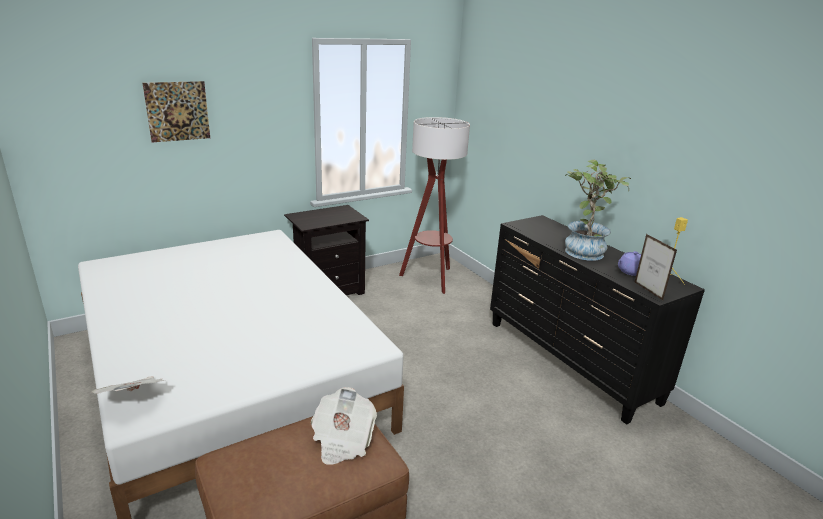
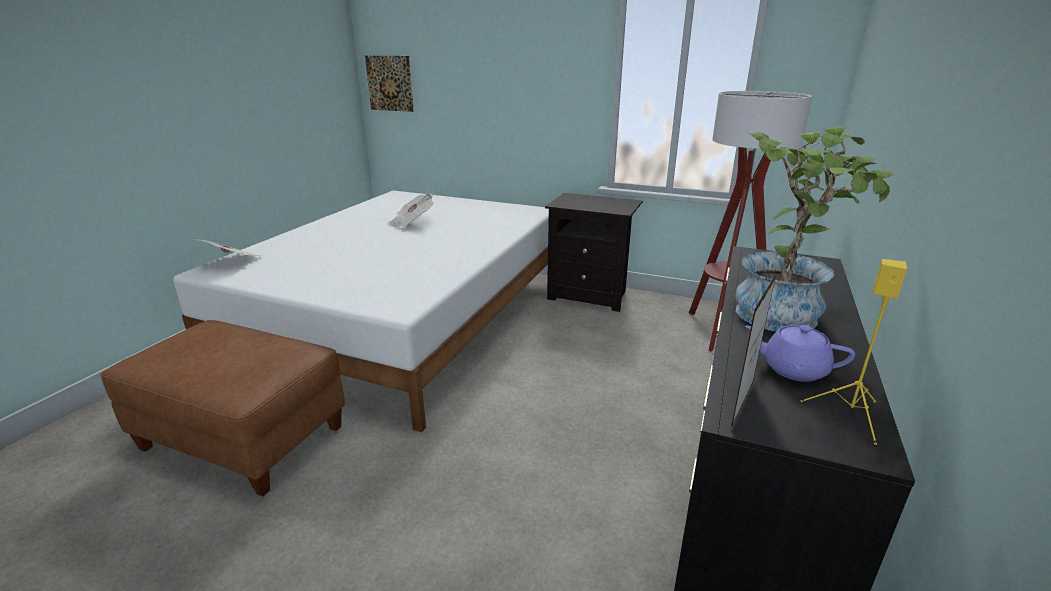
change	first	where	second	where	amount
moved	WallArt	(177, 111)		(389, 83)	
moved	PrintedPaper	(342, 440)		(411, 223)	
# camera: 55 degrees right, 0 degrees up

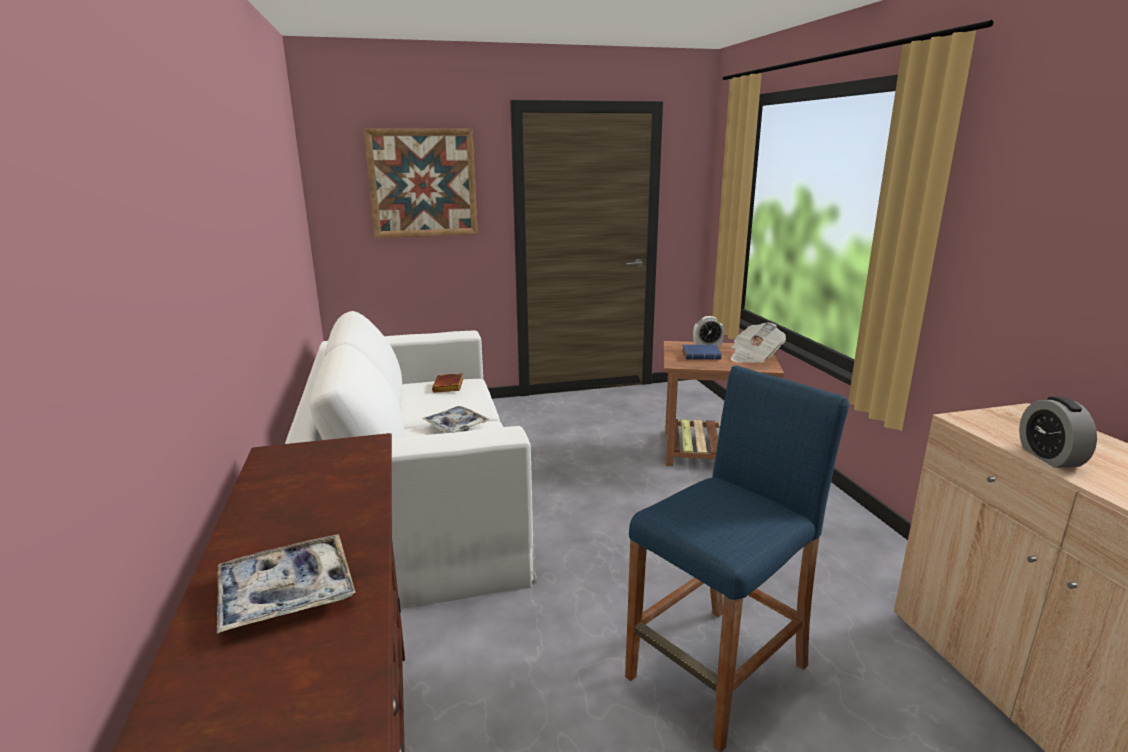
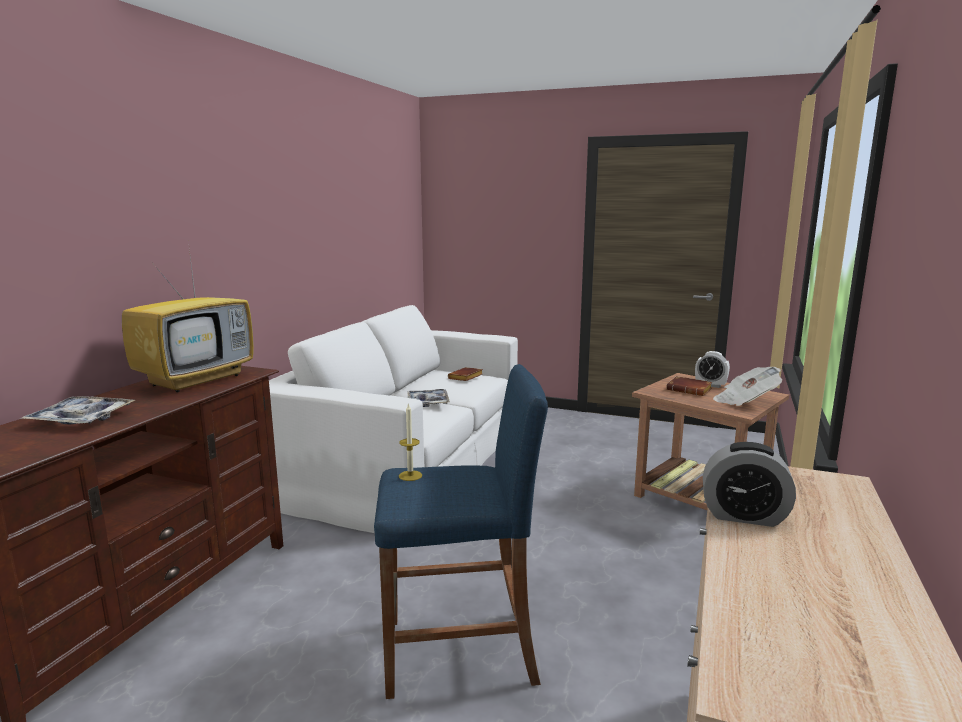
change	first	where	second	where	amount
added			TvSet	(197, 379)	
added			WaxLight	(410, 475)	
recoloured	BluishVolume	(702, 356)	BrownVolume	(690, 390)	
turned	AlarmClock	(1049, 457)		(743, 516)	105 degrees counterclockwise
removed	WallArt	(423, 183)			
# camera: 35 degrees right, 5 degrees down

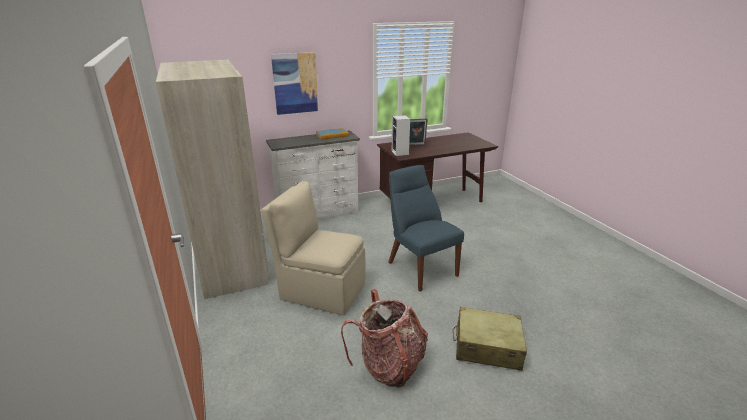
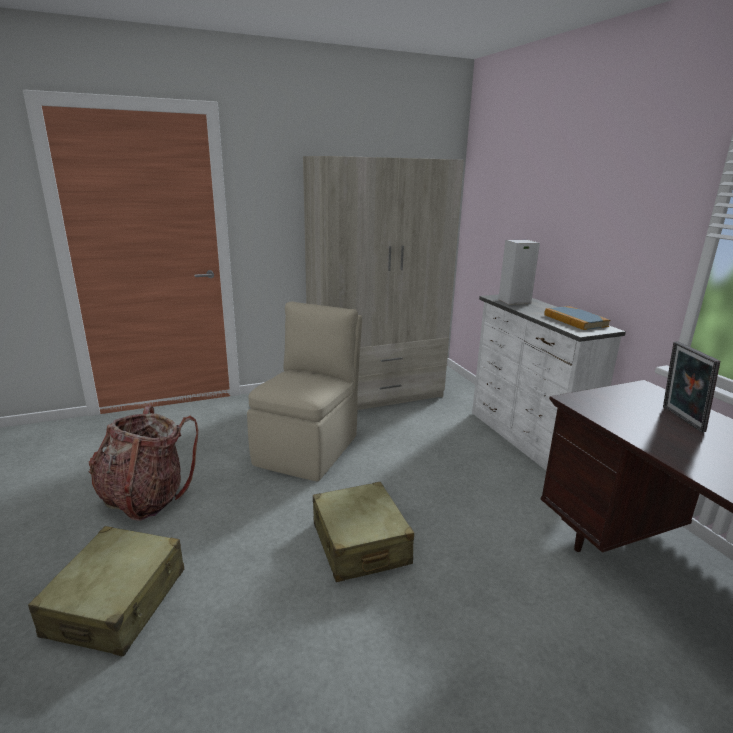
change	first	where	second	where	amount
replaced	BluishPlainChair	(420, 267)	BeigeColouredTravelCase	(360, 544)	
moved	AudioSpeaker	(400, 153)		(513, 301)	
removed	WallArt	(295, 83)			
# camera: 90 degrees right, 5 degrees down

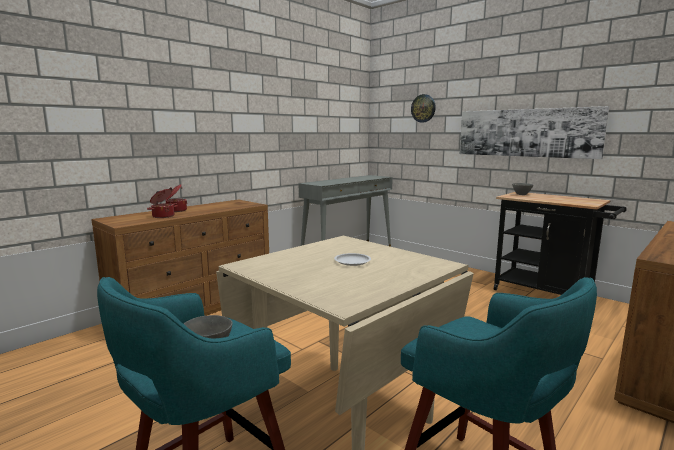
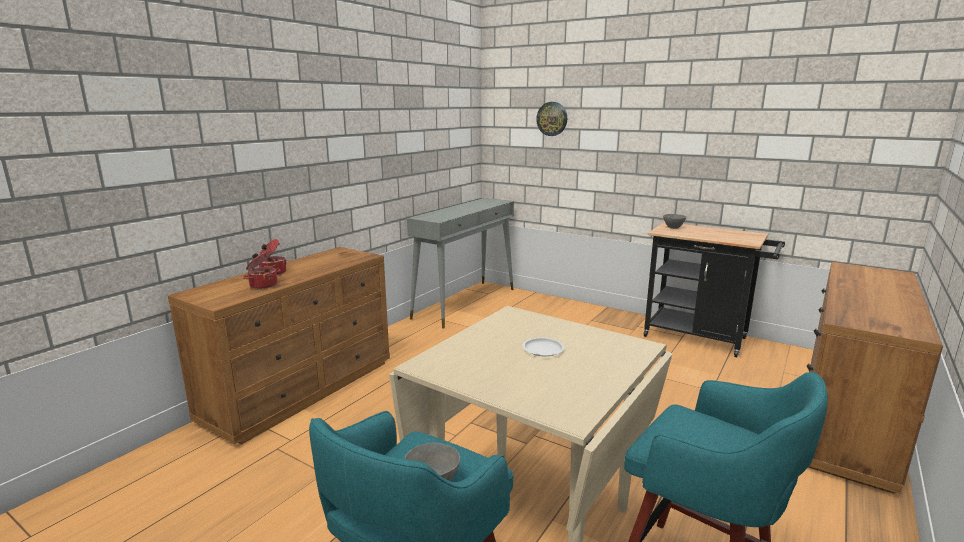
change	first	where	second	where	amount
removed	WallArt	(526, 133)			
# camera: 10 degrees left, 5 degrees up

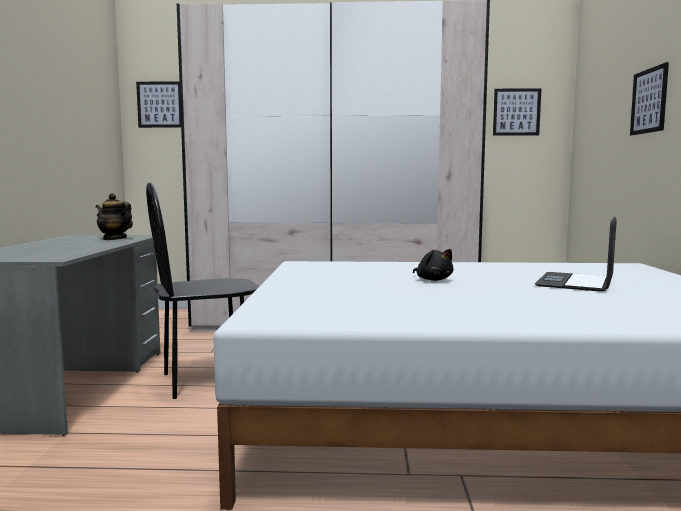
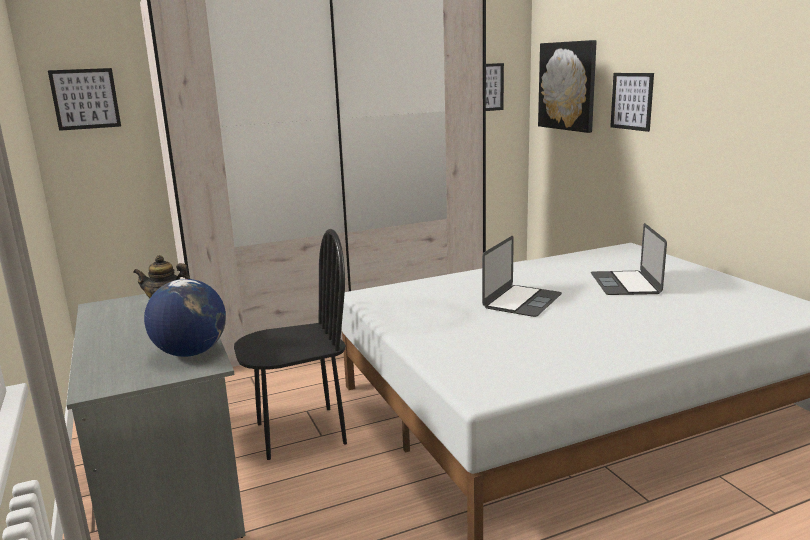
change	first	where	second	where	amount
added			Globe	(190, 352)	
turned	BlackColouredPlainChair	(206, 380)		(301, 433)	150 degrees counterclockwise
replaced	BlackColouredSoftToy	(433, 280)	Laptop	(522, 301)	
added			WallArt	(567, 86)	
# camera: 25 degrees left, 10 degrees up

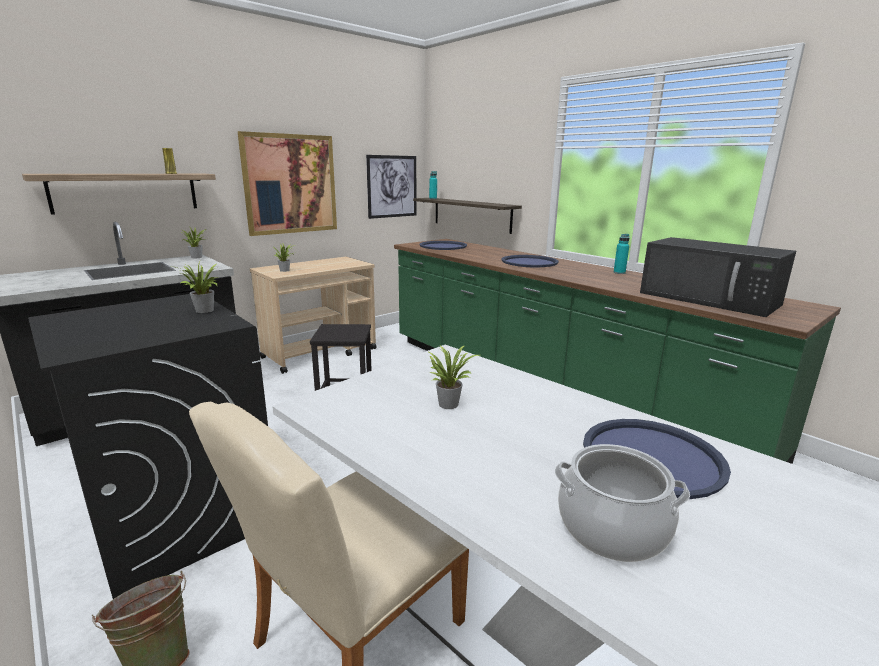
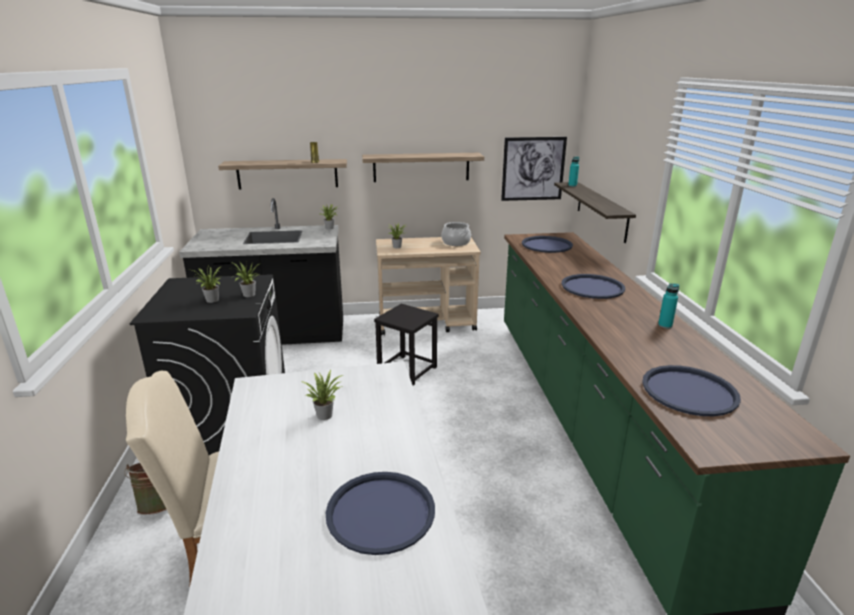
change	first	where	second	where	amount
added			PlantInAPot	(212, 301)	
replaced	WallArt	(290, 184)	BracketShelf	(421, 167)	
moved	CookingPot	(612, 528)		(455, 242)	
replaced	BlackColouredMicrowave	(710, 299)	BluishTray	(689, 391)	
# camera: 35 degrees right, 5 degrees up

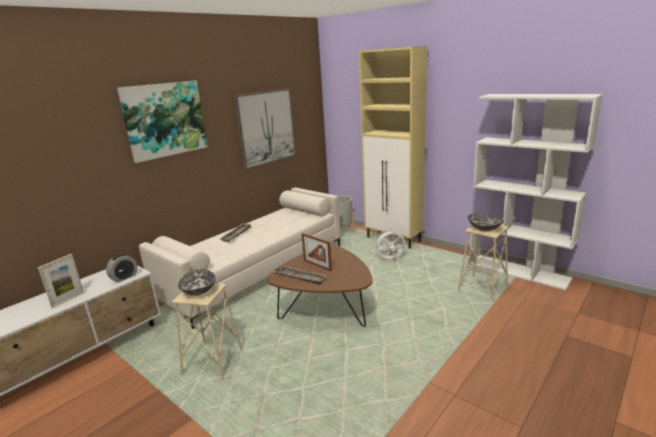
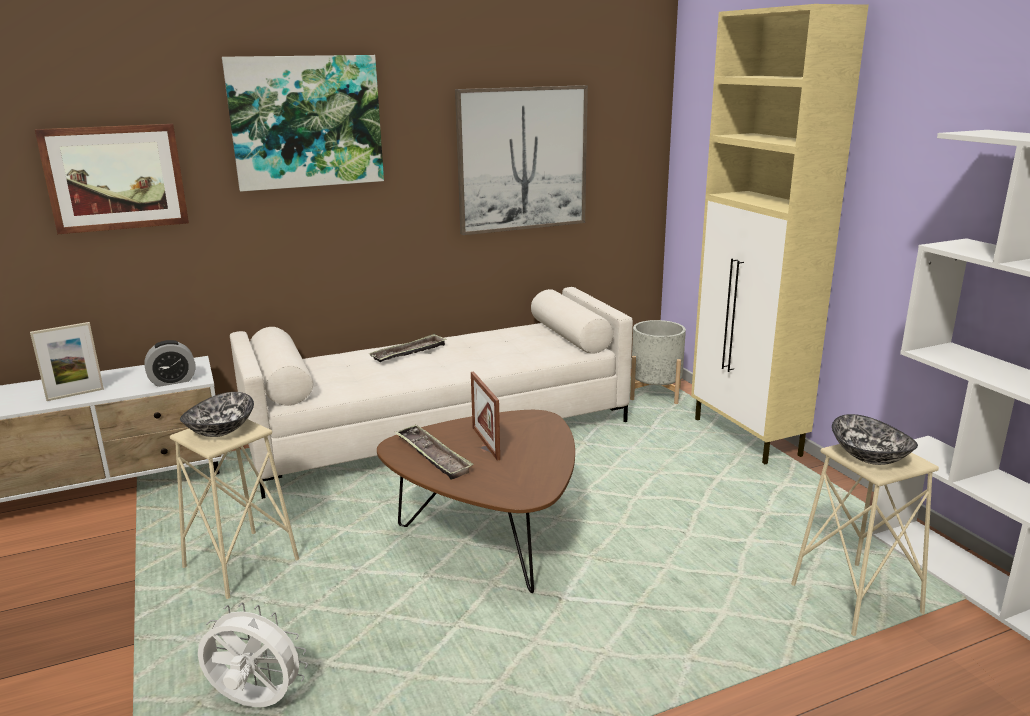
change	first	where	second	where	amount
added			WallArt	(115, 178)	
moved	WhiteCoolingFan	(390, 260)		(254, 704)	
# camera: 25 degrees right, 0 degrees up

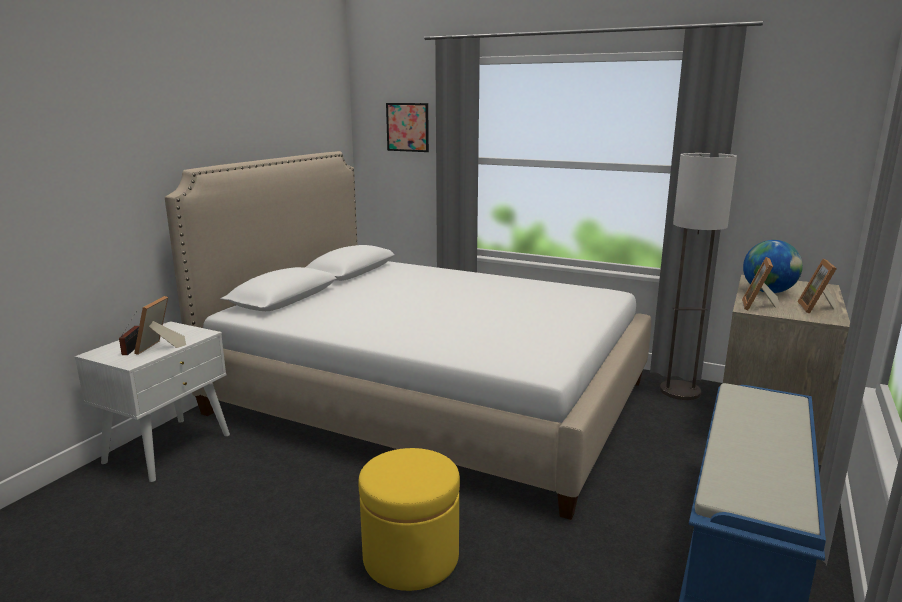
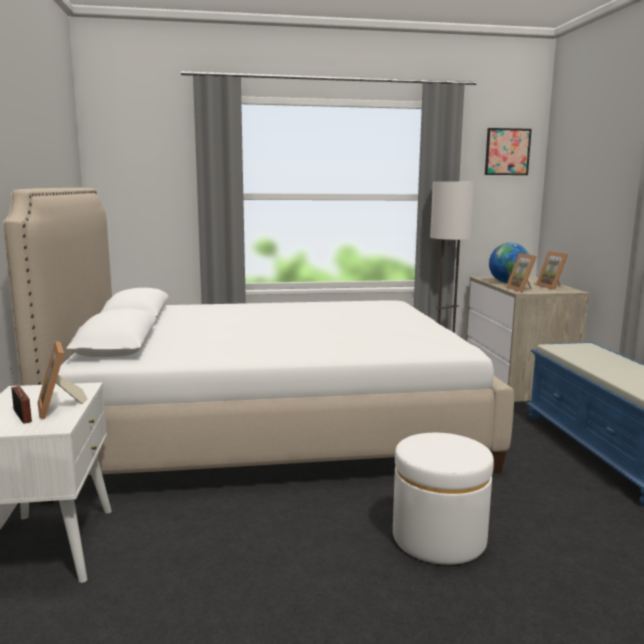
change	first	where	second	where	amount
recoloured	YellowishOttoman	(411, 557)	WhiteOttoman	(439, 538)	
moved	WallArt	(407, 127)		(507, 152)	
# camera: 35 degrees left, 5 degrees down

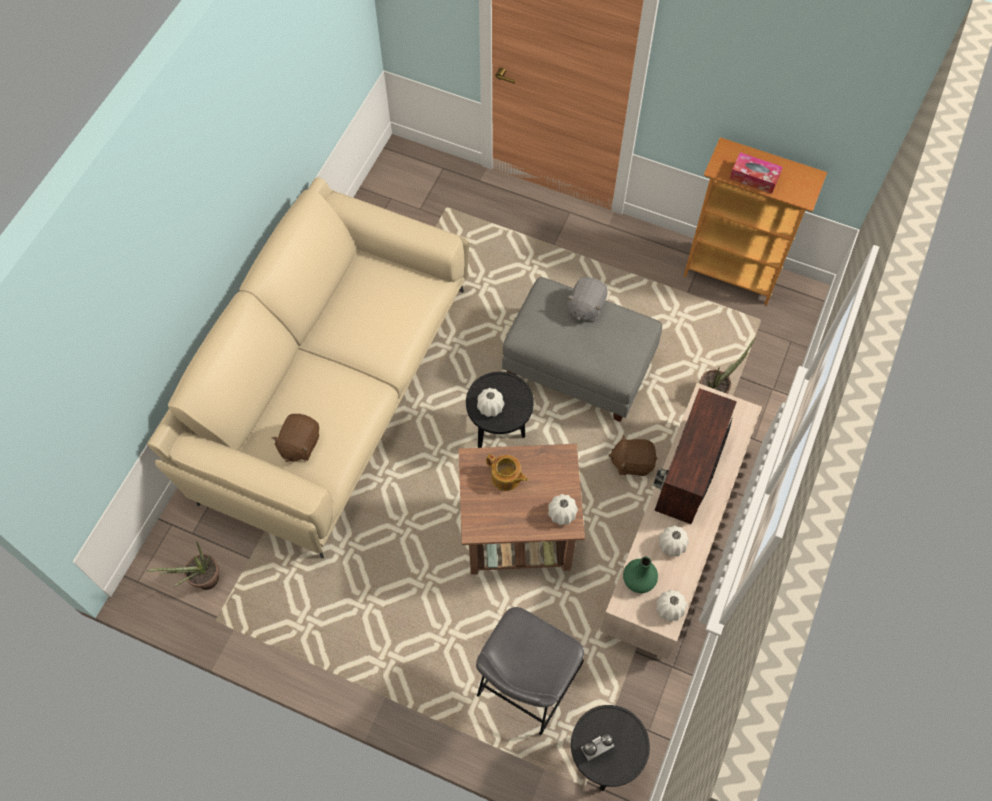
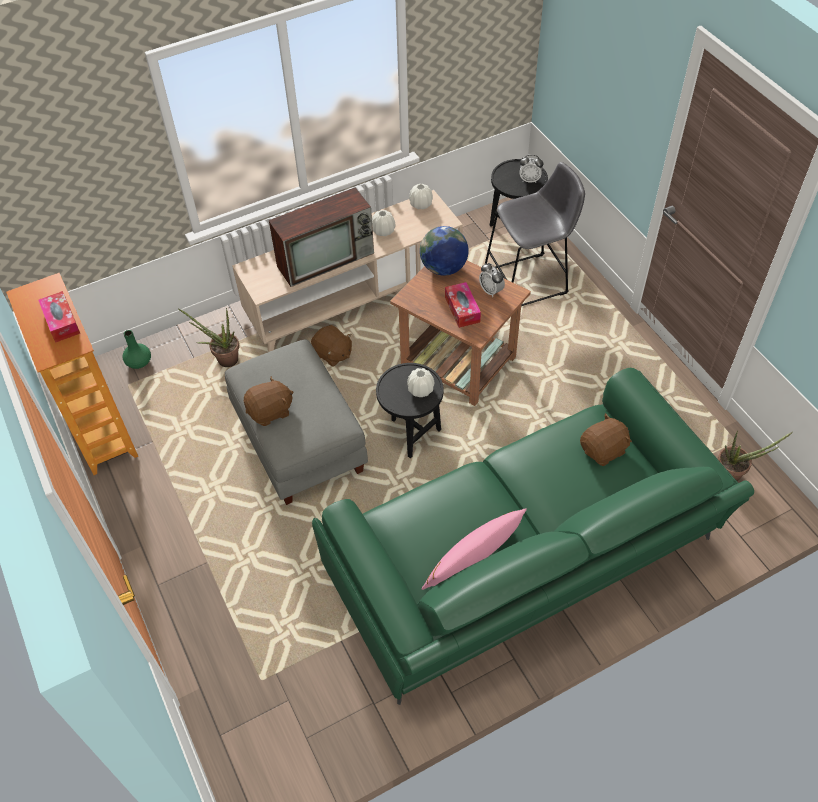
change	first	where	second	where	amount
moved	GreenishVase	(639, 580)		(139, 362)	
recoloured	GreySoftToy	(585, 307)	BrownSoftToy	(270, 411)	
recoloured	BeigeColouredCouch	(331, 389)	GreenishCouch	(523, 563)	
replaced	WhiteVase	(562, 513)	Globe	(443, 268)	
added			PinkishPillow	(473, 562)	
replaced	PotForTea	(506, 478)	TissueHolder	(462, 309)	
added			AlarmClock	(491, 291)	
# camera: 140 degrees left, 10 degrees down

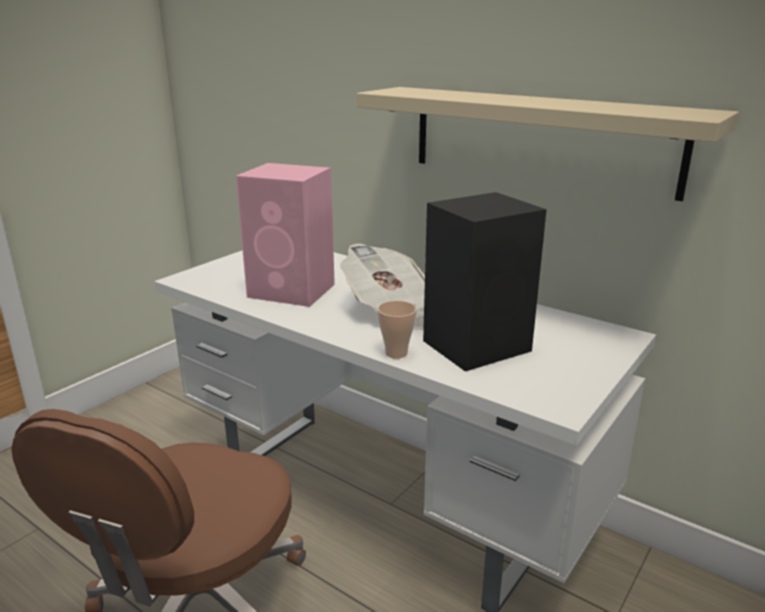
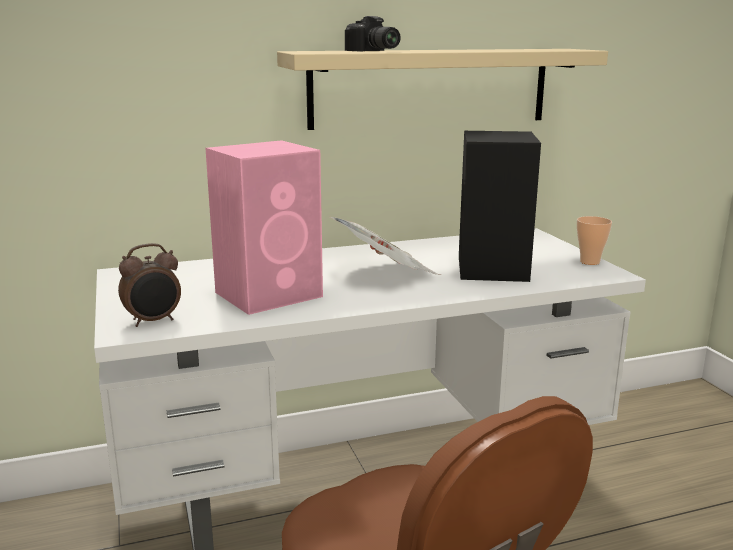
change	first	where	second	where	amount
added			AlarmClock	(153, 321)	
added			StillCamera	(373, 51)	
moved	DrinkingCup	(396, 353)		(589, 262)	
# camera: 55 degrees left, 5 degrees down

